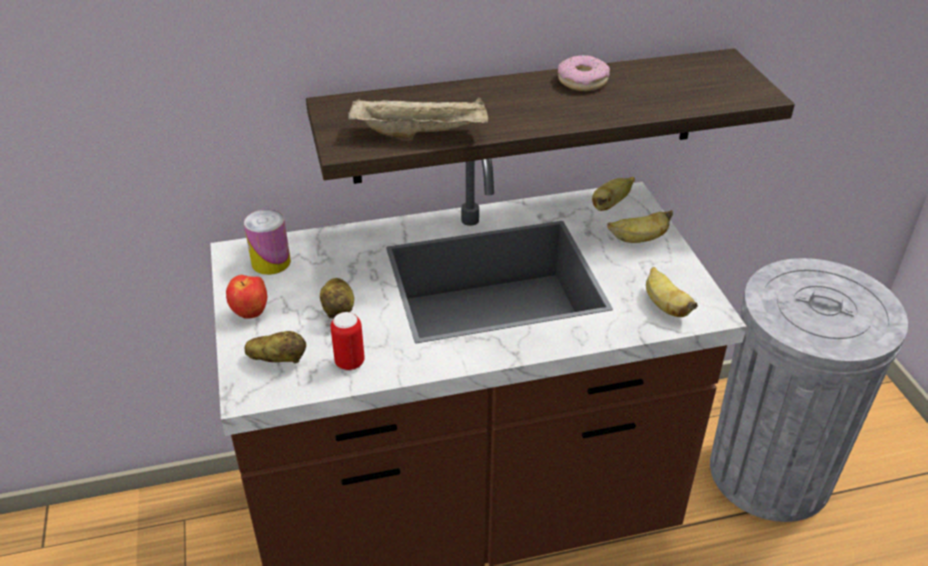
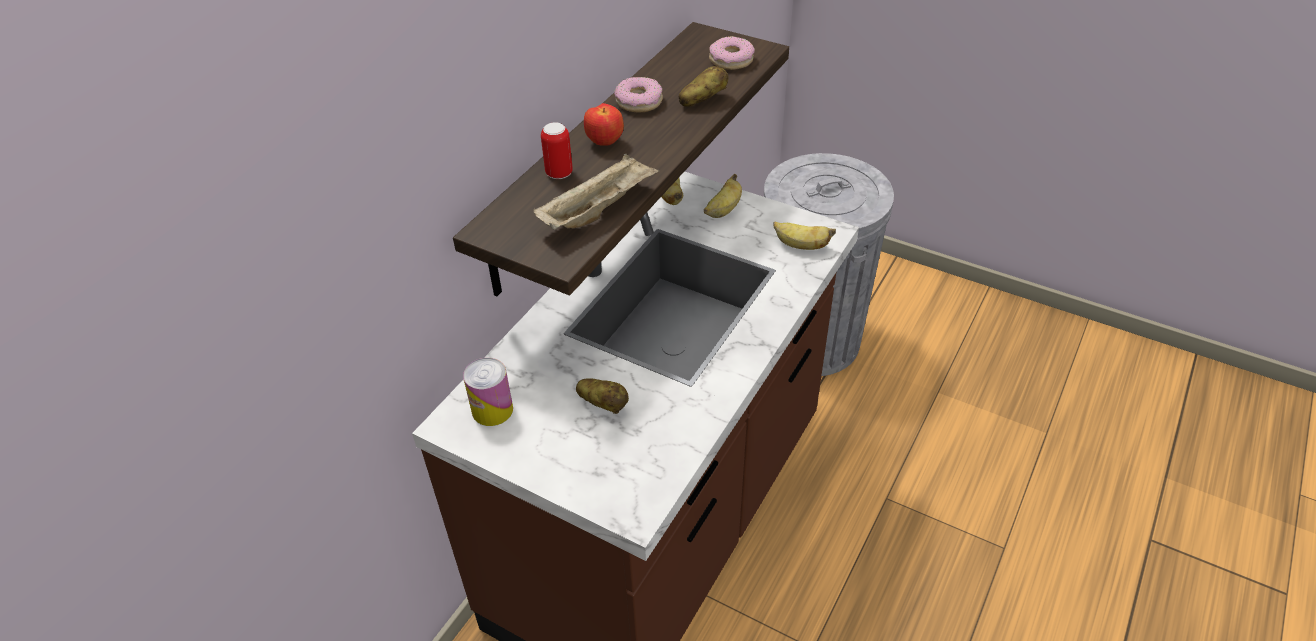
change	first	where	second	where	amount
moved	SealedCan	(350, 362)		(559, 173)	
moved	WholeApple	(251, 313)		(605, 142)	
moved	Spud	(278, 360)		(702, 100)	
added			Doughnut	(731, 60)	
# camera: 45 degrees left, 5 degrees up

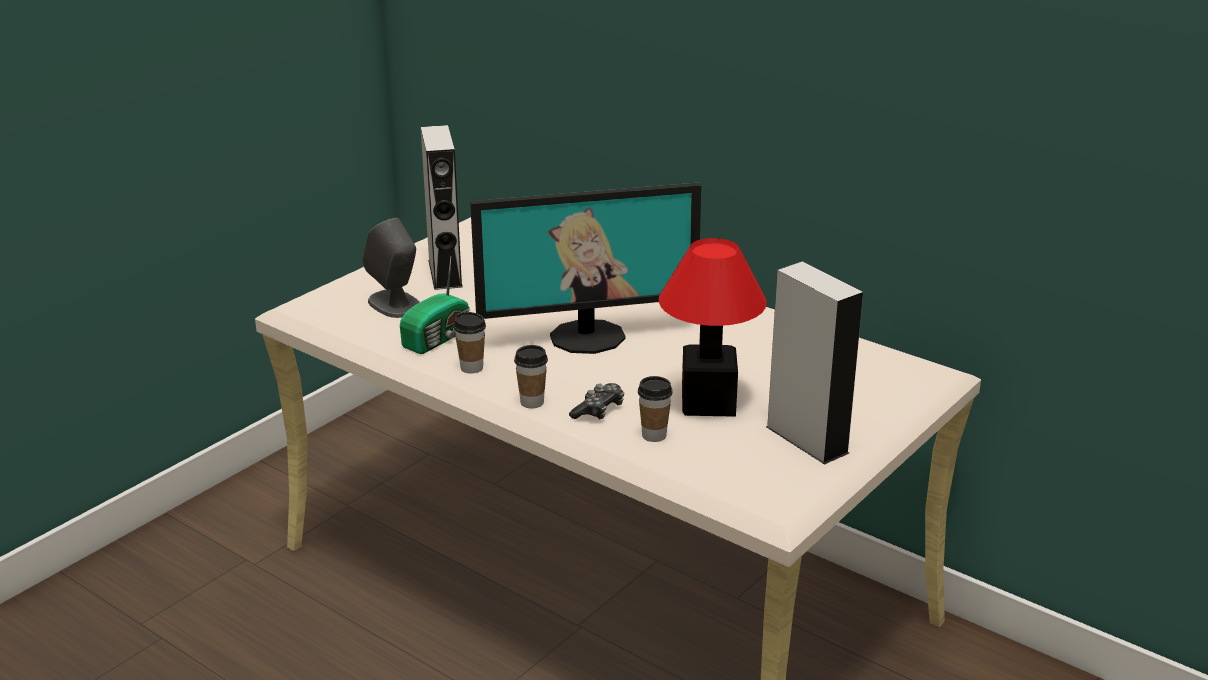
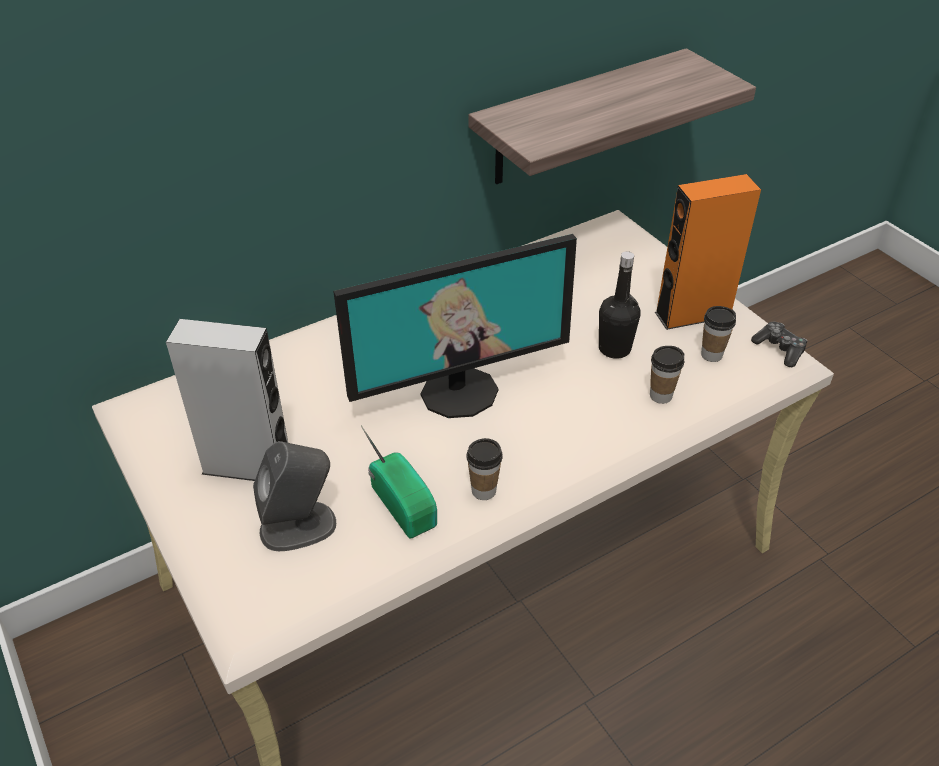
change	first	where	second	where	amount
turned	Monitor	(587, 336)		(459, 391)	60 degrees clockwise
added			BracketShelf	(579, 118)	
replaced	TabletopLamp	(708, 401)	BlackColouredDrinkBottle	(614, 348)	
recoloured	GreyAudioSpeaker	(806, 439)	OrangeAudioSpeaker	(693, 314)	
moved	DrinkingCup	(532, 402)		(711, 355)	
moved	GameController	(599, 410)		(779, 349)	
# camera: 70 degrees left, 15 degrees up

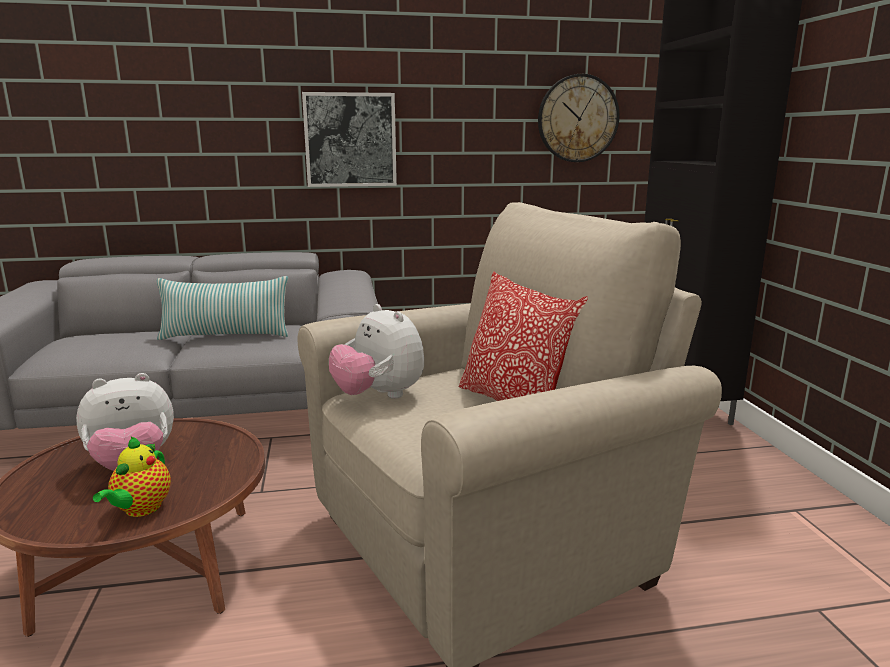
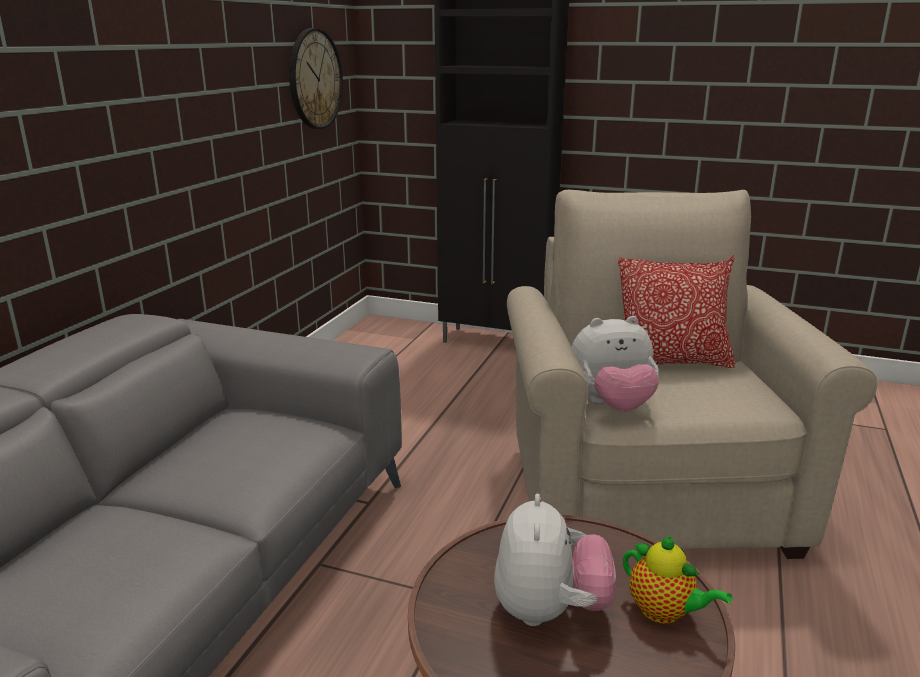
change	first	where	second	where	amount
removed	Pillow	(226, 335)			
removed	WallArt	(350, 140)			
# camera: 60 degrees left, 5 degrees up

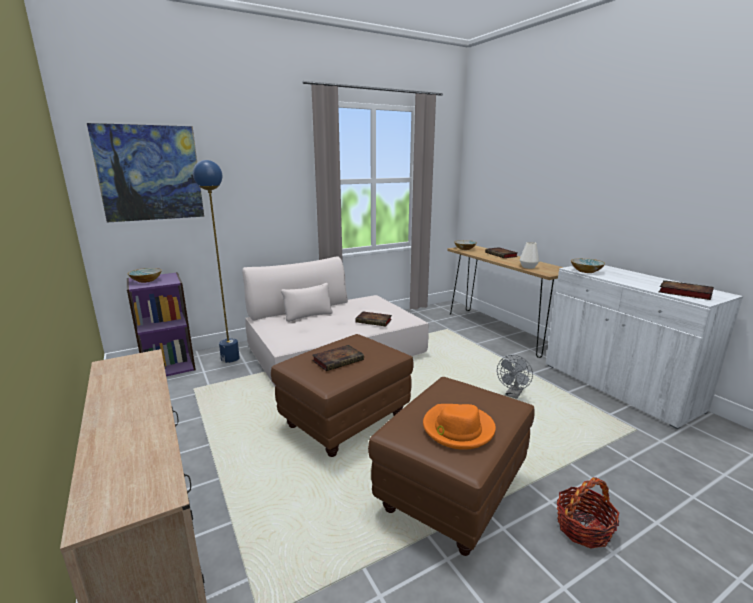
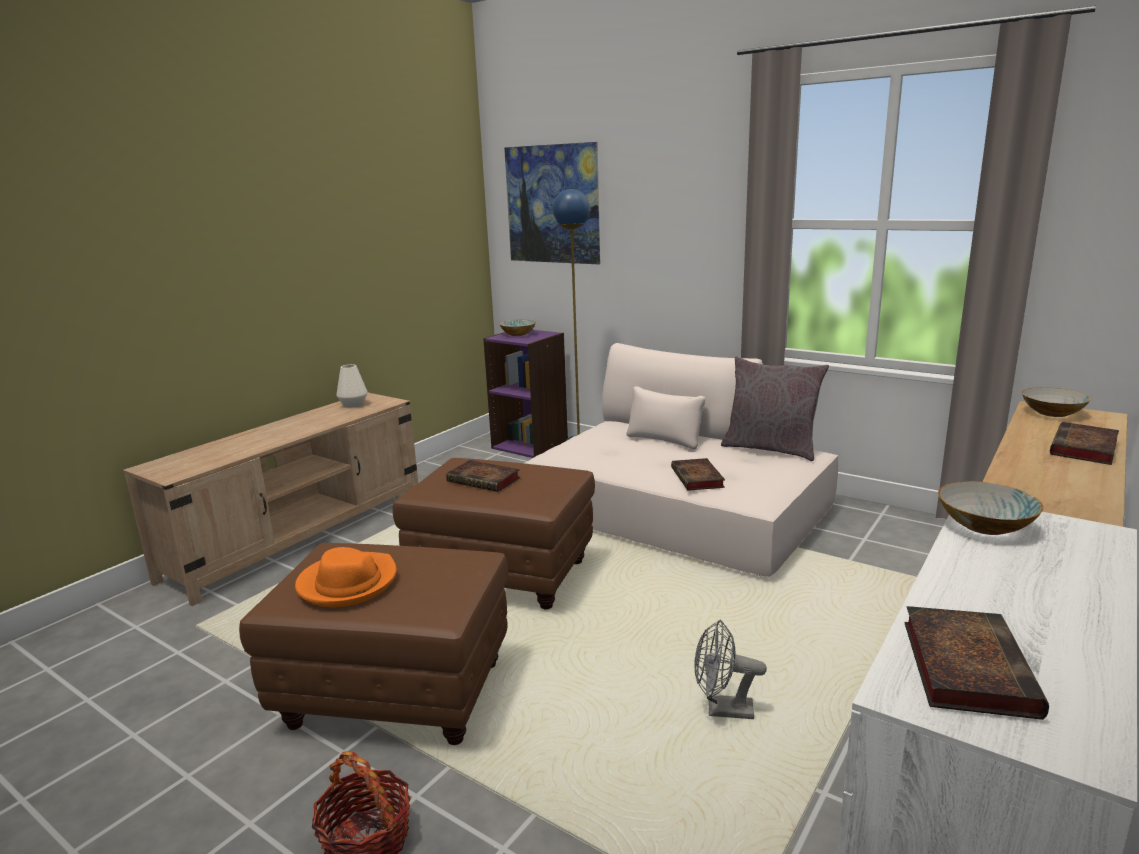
change	first	where	second	where	amount
moved	WhiteVase	(528, 267)		(353, 404)	
added			GreyPillow	(770, 448)	
# camera: 65 degrees right, 0 degrees up

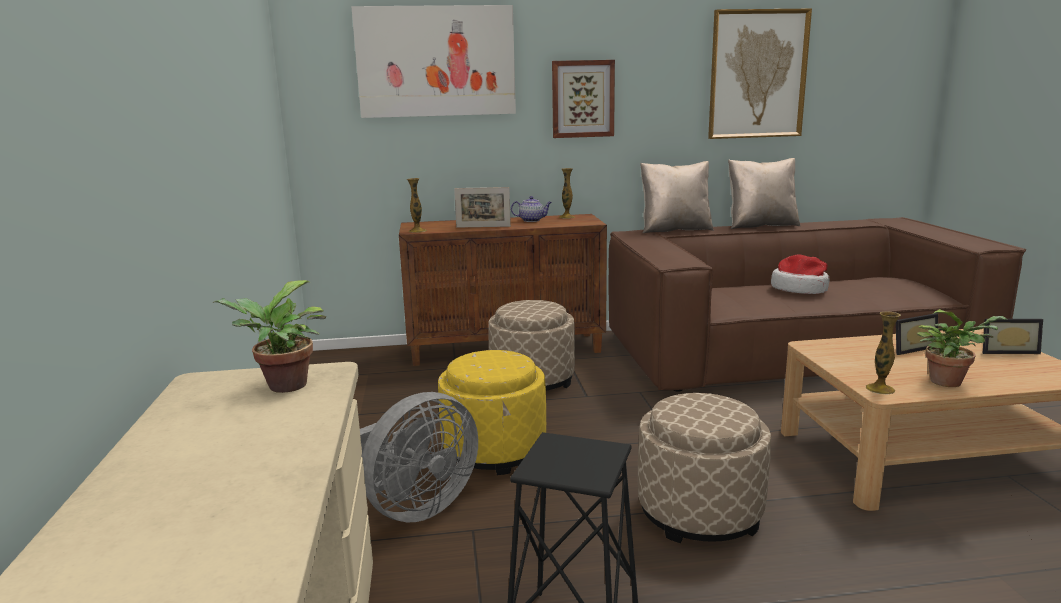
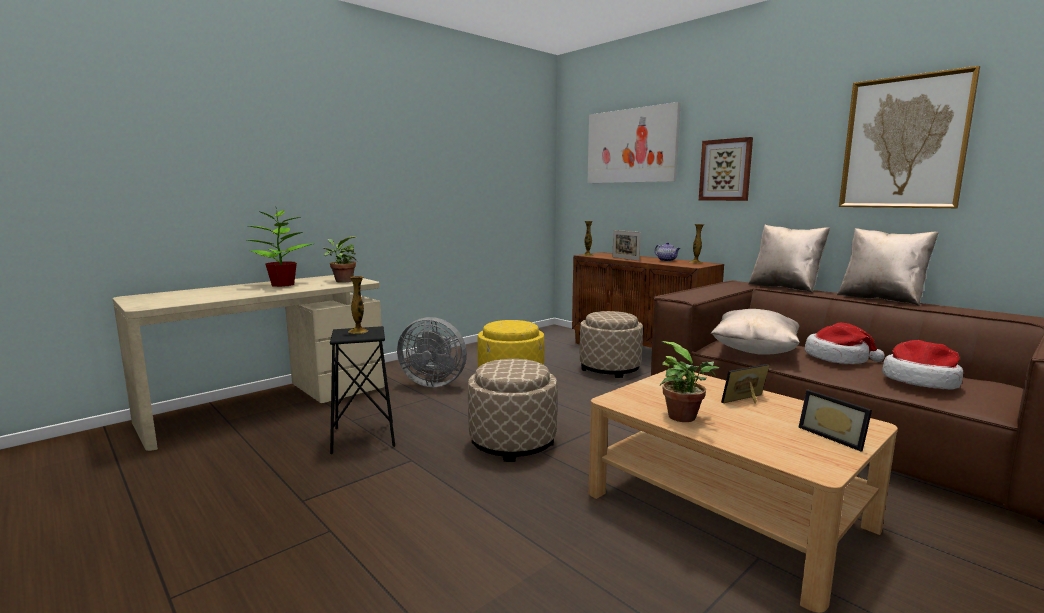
change	first	where	second	where	amount
added			PlantInAPot	(282, 285)	
moved	Vase	(880, 389)		(358, 331)	
added			BeigeColouredPillow	(754, 351)	
turned	StandingFrame	(910, 348)		(748, 401)	120 degrees clockwise
added			ClothingHat	(920, 381)	
# camera: 55 degrees right, 5 degrees down

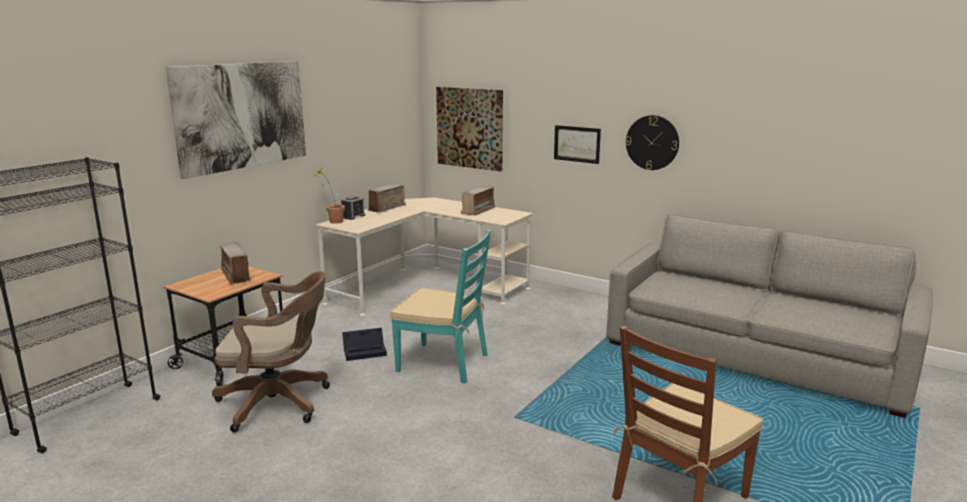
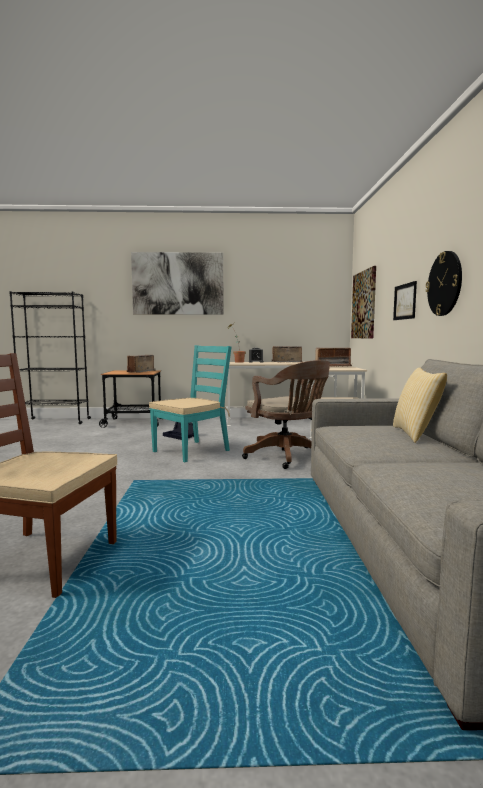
change	first	where	second	where	amount
turned	BlueGreenPlainChair	(443, 363)		(192, 451)	120 degrees counterclockwise
moved	BrownComputerChair	(279, 403)		(287, 457)	
added			Pillow	(416, 434)	
# camera: 55 degrees right, 10 degrees down

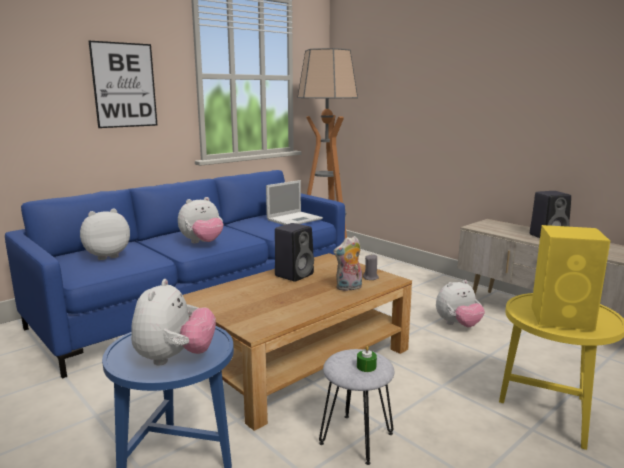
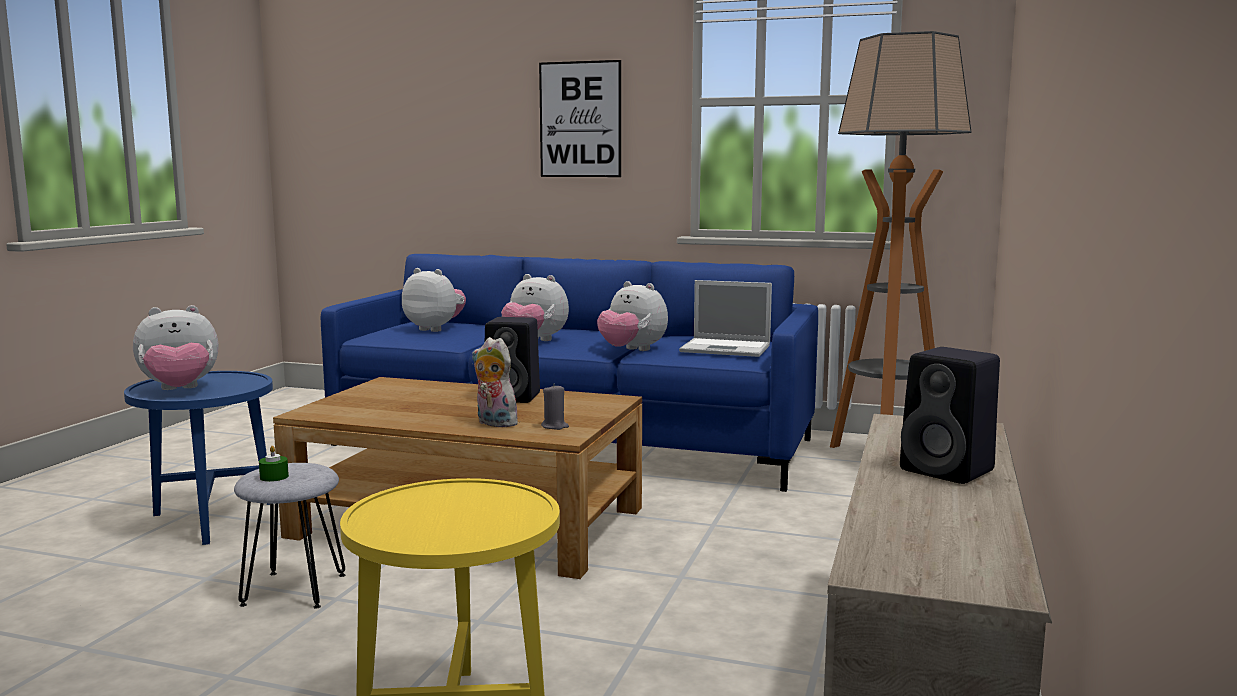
change	first	where	second	where	amount
moved	SoftToy	(458, 325)		(632, 351)	
removed	YellowishAudioSpeaker	(563, 318)			
# camera: 60 degrees right, 5 degrees down

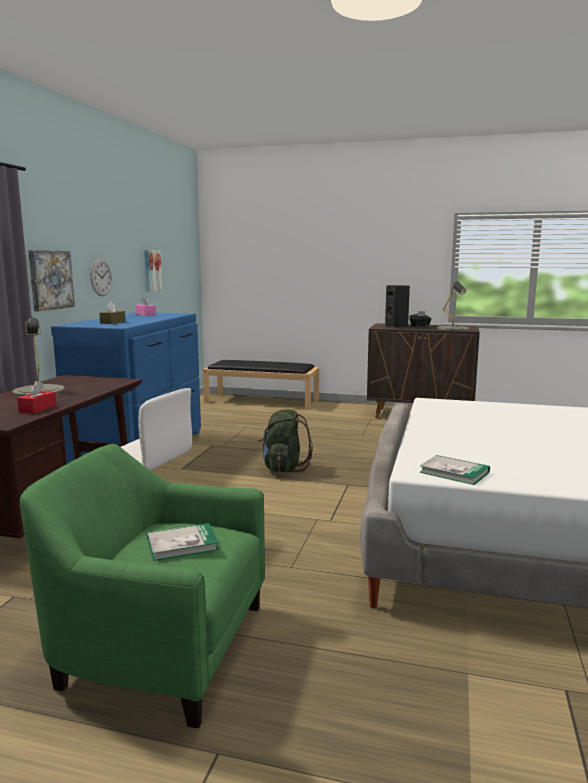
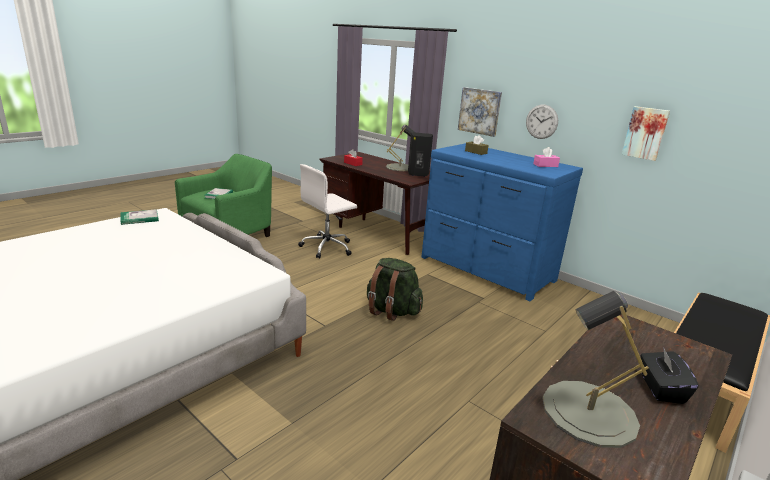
change	first	where	second	where	amount
moved	BlackColouredAudioSpeaker	(397, 326)		(418, 174)	
# camera: 115 degrees right, 10 degrees up

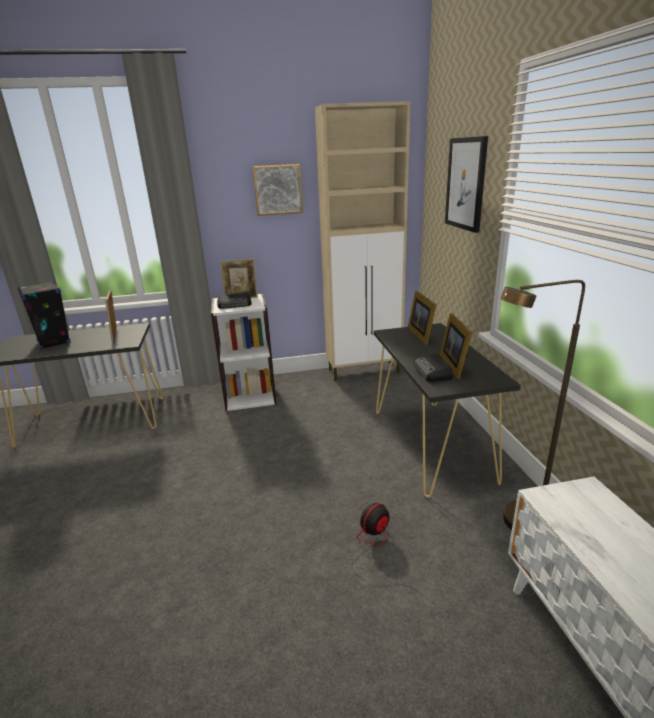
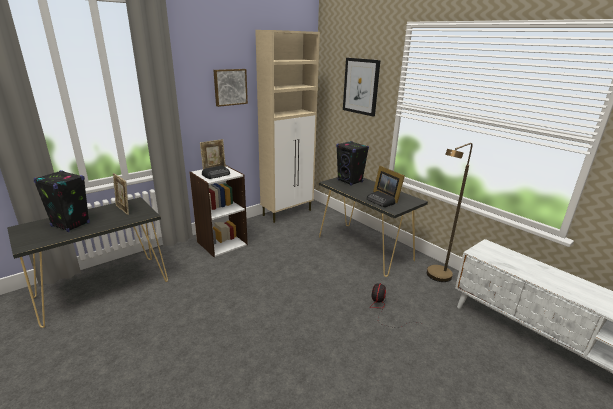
change	first	where	second	where	amount
replaced	StandingFrame	(422, 335)	BlackColouredAudioSpeaker	(350, 181)	
# camera: 30 degrees left, 0 degrees up

